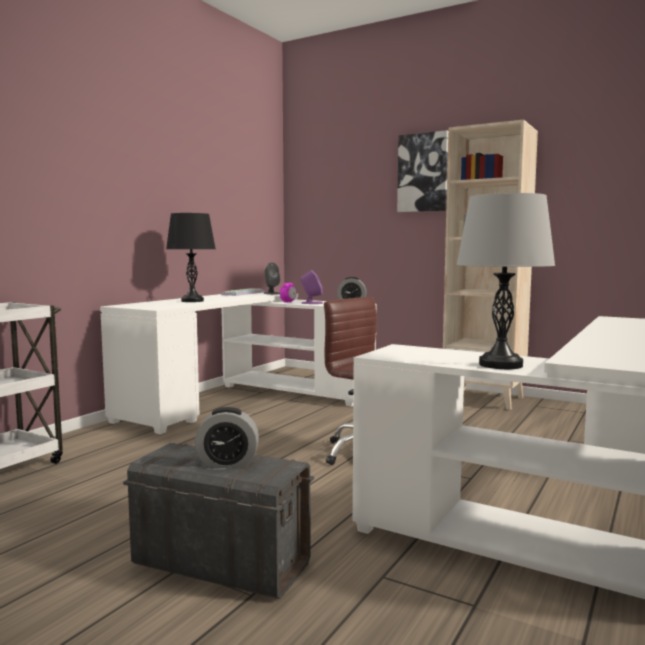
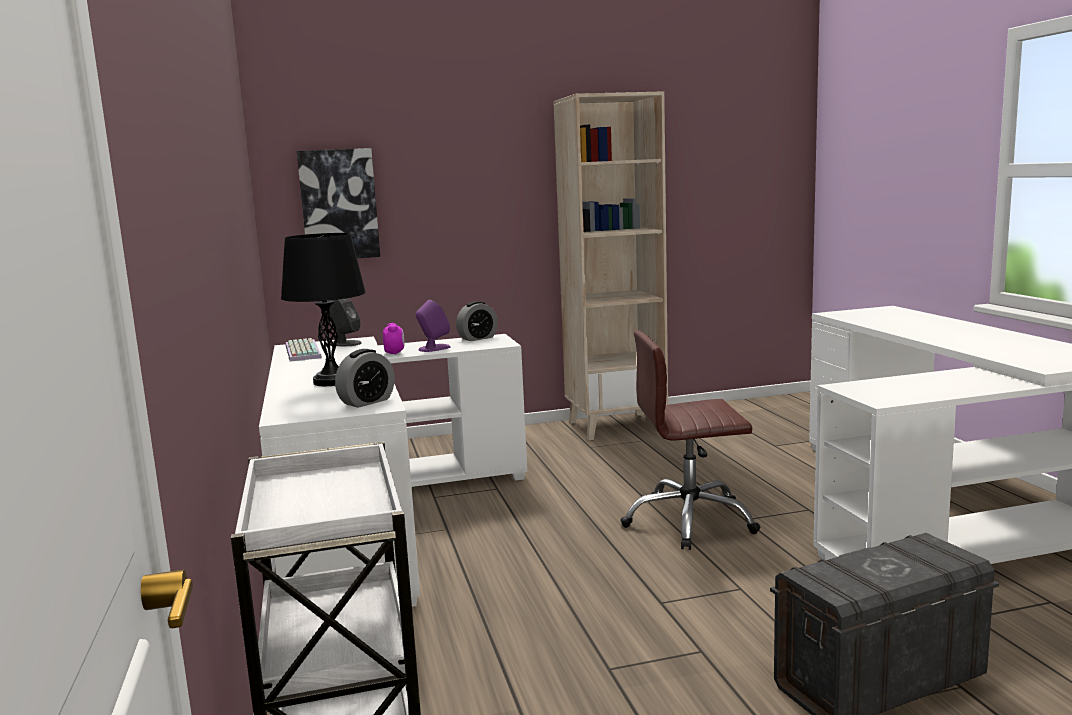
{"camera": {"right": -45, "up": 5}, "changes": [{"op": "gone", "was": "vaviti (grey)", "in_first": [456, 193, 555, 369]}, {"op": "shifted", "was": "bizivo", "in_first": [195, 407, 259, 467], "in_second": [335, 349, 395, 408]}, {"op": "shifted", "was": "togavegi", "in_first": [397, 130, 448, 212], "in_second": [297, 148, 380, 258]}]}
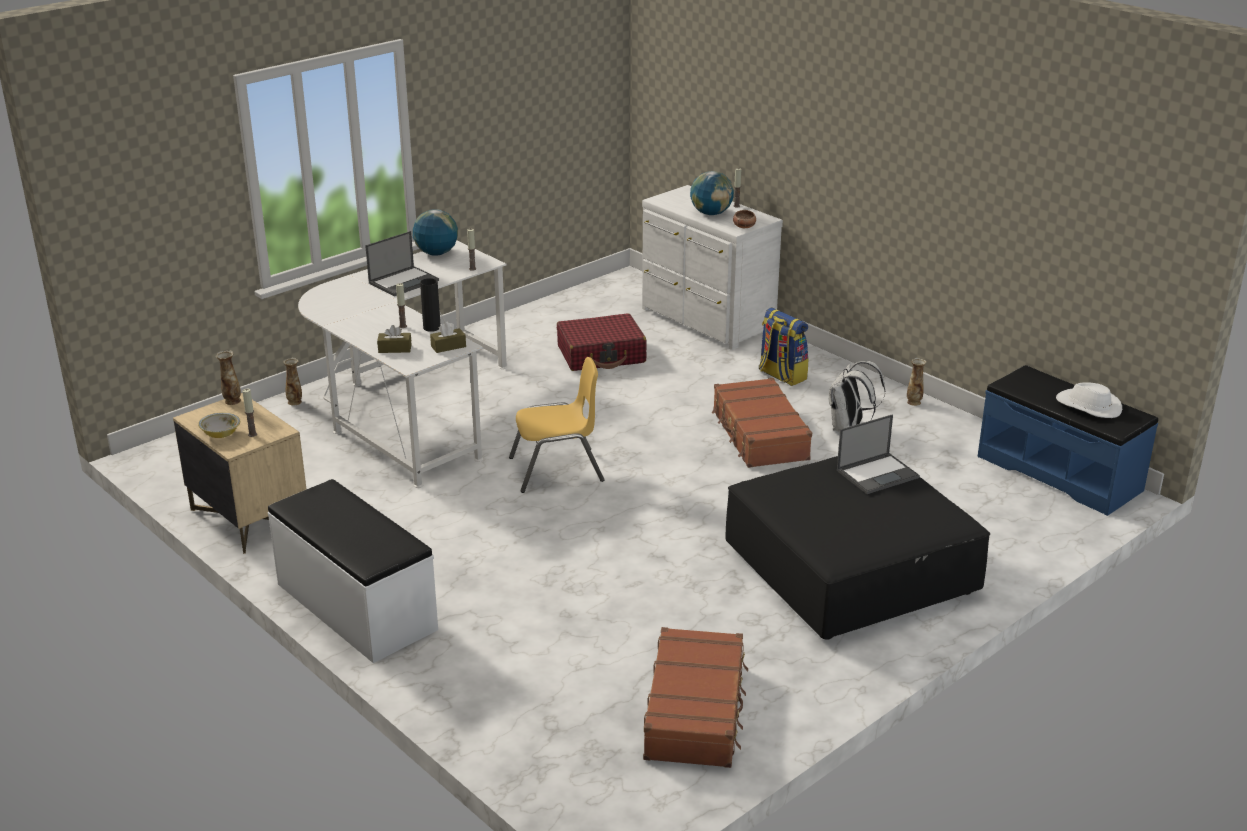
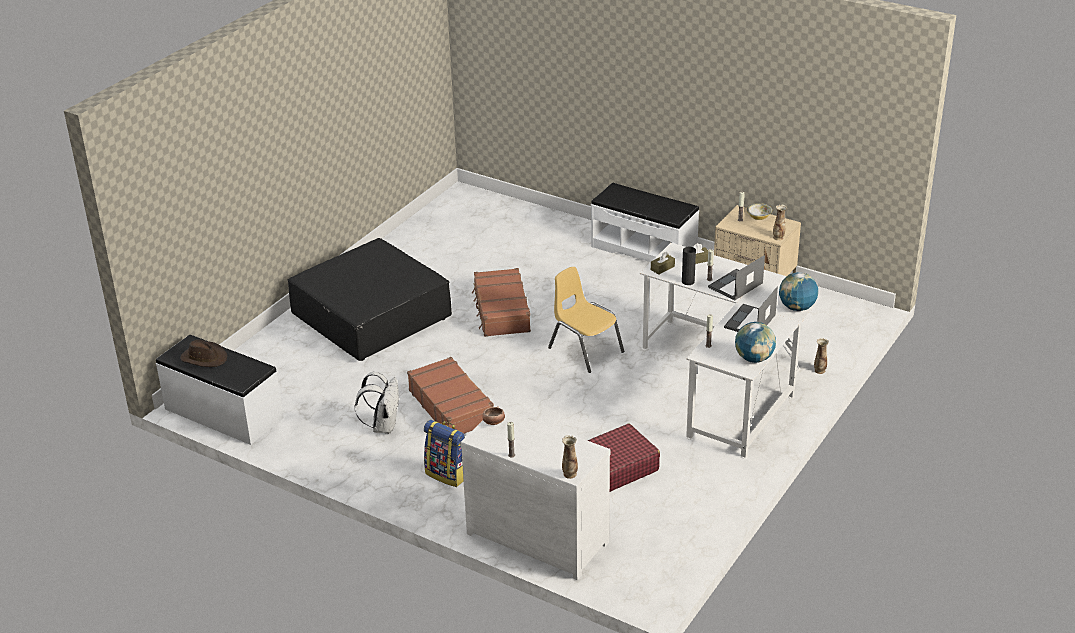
{"camera": {"right": 165, "up": 5}, "changes": [{"op": "shifted", "was": "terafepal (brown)", "in_first": [643, 627, 748, 768], "in_second": [472, 268, 531, 337]}, {"op": "shifted", "was": "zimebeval", "in_first": [690, 171, 734, 215], "in_second": [779, 272, 818, 311]}, {"op": "shifted", "was": "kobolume", "in_first": [837, 414, 920, 494], "in_second": [708, 255, 765, 301]}, {"op": "shifted", "was": "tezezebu", "in_first": [907, 358, 927, 406], "in_second": [562, 435, 578, 479]}, {"op": "repainted", "was": "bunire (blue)", "now": "bunire (white)", "in_first": [977, 365, 1158, 516], "in_second": [156, 335, 284, 445]}, {"op": "repainted", "was": "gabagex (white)", "now": "gabagex (brown)", "in_first": [1056, 382, 1122, 418], "in_second": [180, 339, 227, 367]}, {"op": "rotated", "was": "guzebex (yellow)", "in_first": [509, 357, 605, 493], "in_second": [548, 267, 624, 373], "clockwise": 75}]}
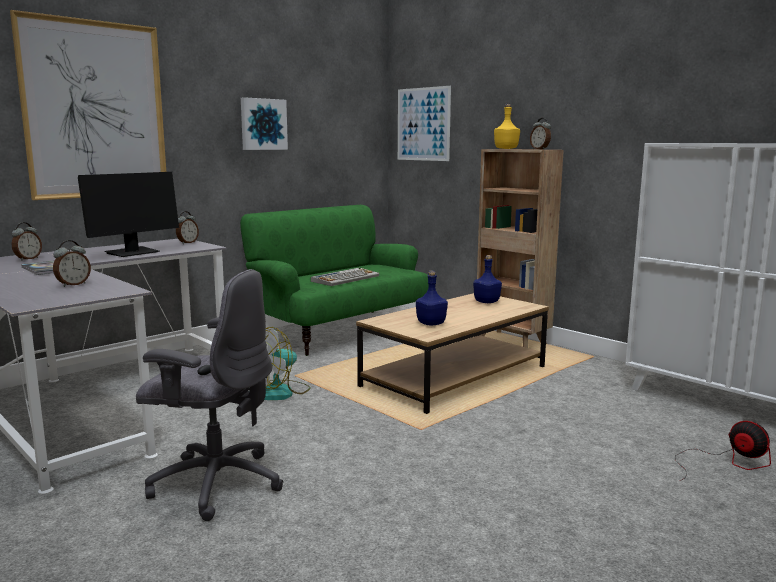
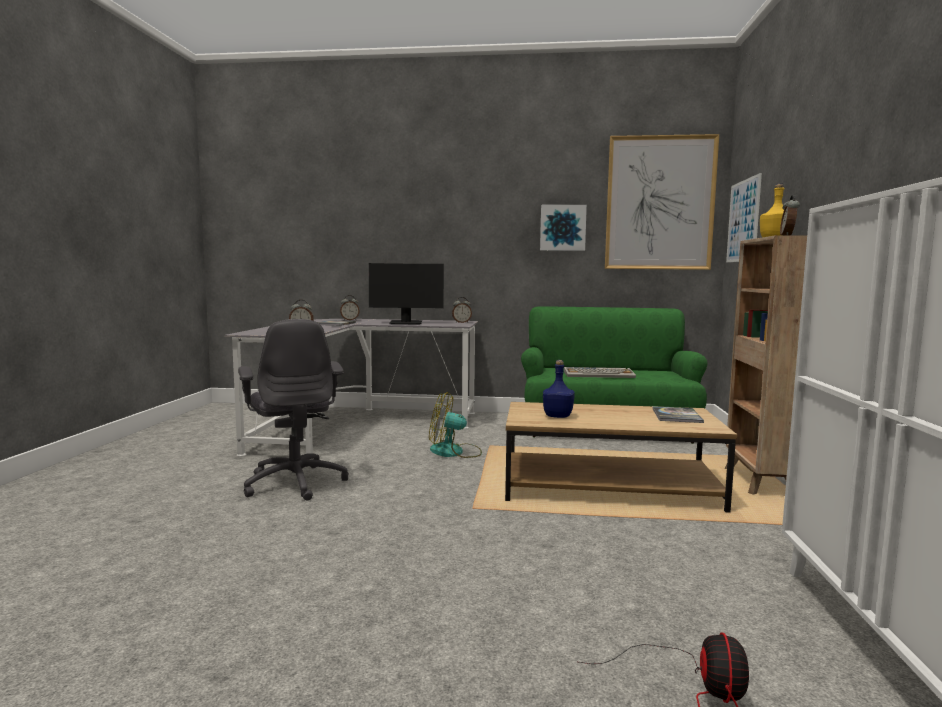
{"camera": {"right": 50, "up": -5}, "changes": [{"op": "shifted", "was": "togavegi", "in_first": [10, 10, 166, 200], "in_second": [605, 134, 719, 270]}, {"op": "swapped", "was": "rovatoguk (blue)", "now": "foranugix", "in_first": [473, 255, 502, 303], "in_second": [653, 406, 704, 423]}]}
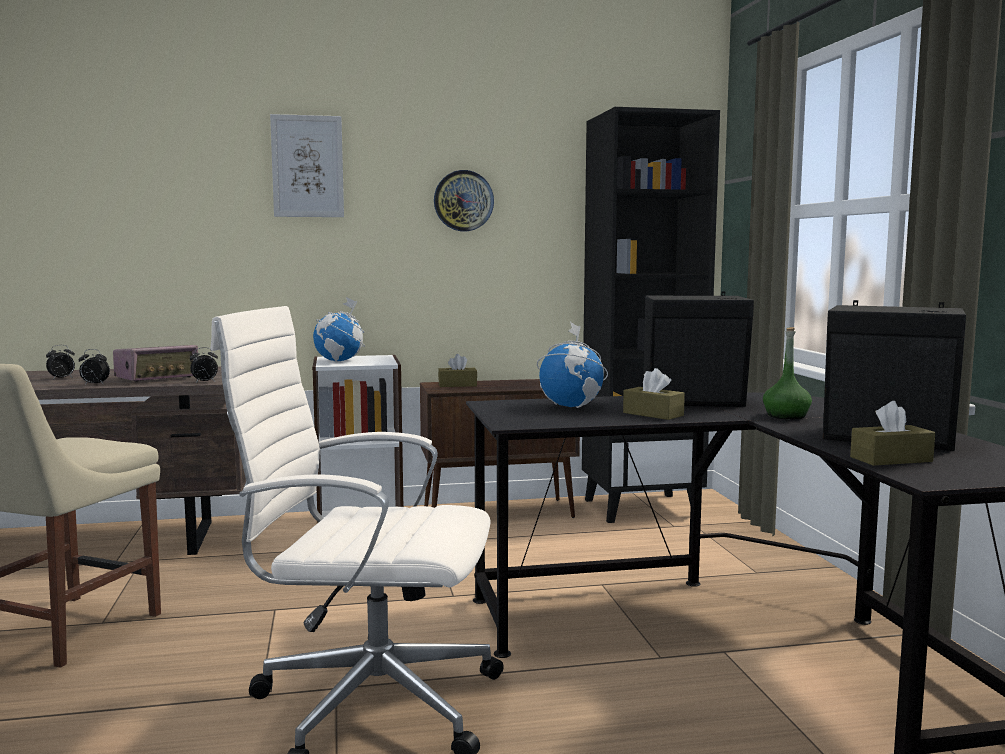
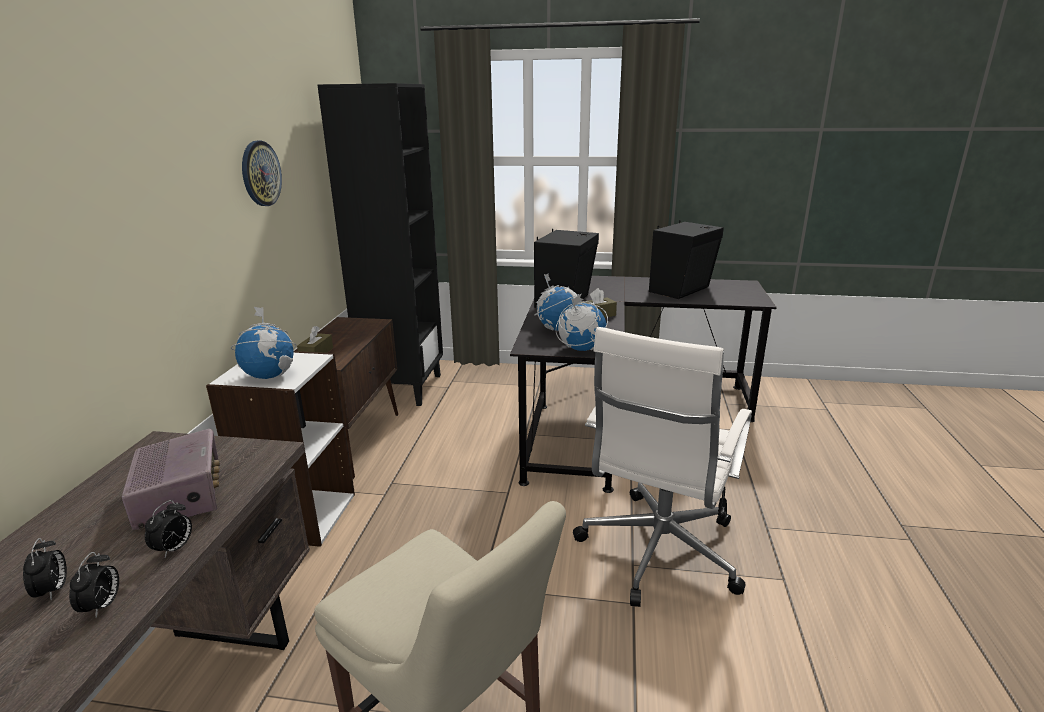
{"camera": {"right": -70, "up": 15}, "changes": [{"op": "gone", "was": "togavegi", "in_first": [270, 114, 344, 217]}, {"op": "gone", "was": "rovatoguk (green)", "in_first": [763, 327, 812, 420]}, {"op": "gone", "was": "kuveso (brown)", "in_first": [850, 401, 935, 466]}, {"op": "new", "now": "zimebeval", "in_second": [556, 293, 608, 351]}, {"op": "shifted", "was": "bizivo", "in_first": [190, 347, 218, 383], "in_second": [69, 552, 119, 618]}]}
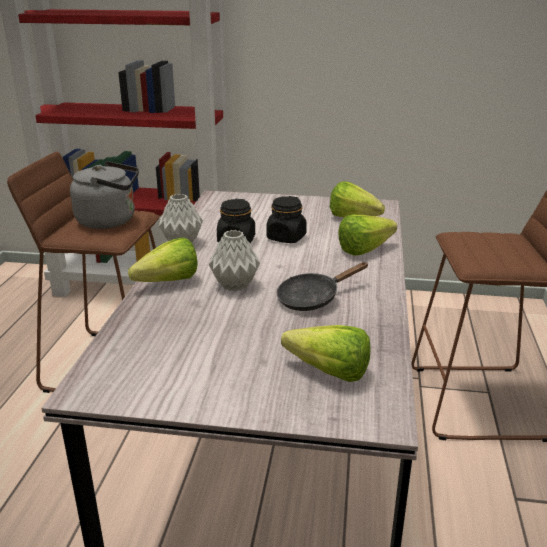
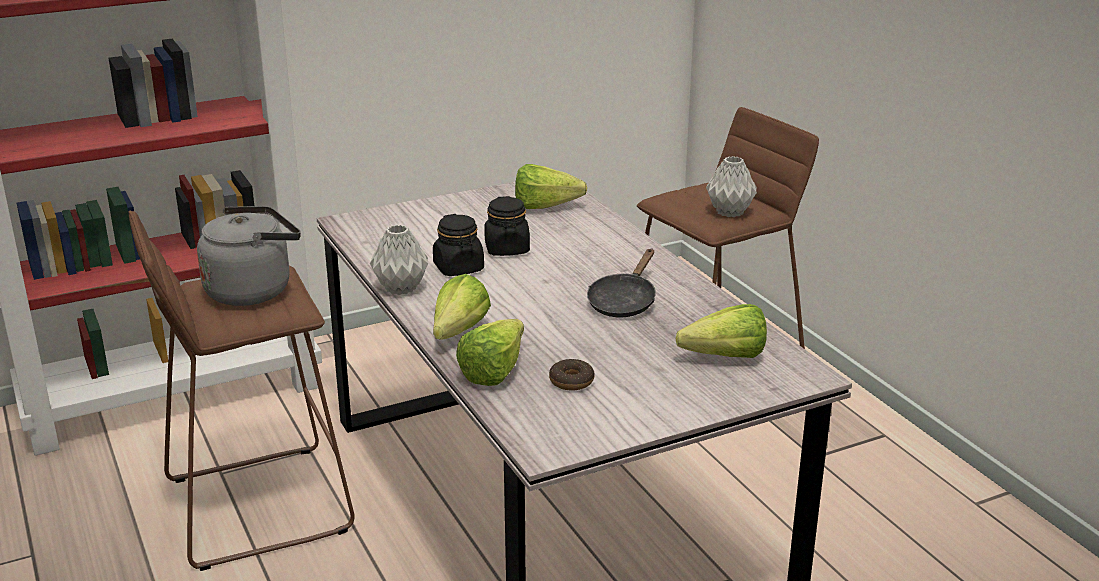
{"camera": {"right": -35, "up": 0}, "changes": [{"op": "new", "now": "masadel", "in_second": [549, 359, 595, 391]}, {"op": "shifted", "was": "tezezebu (grey)", "in_first": [209, 230, 260, 292], "in_second": [706, 156, 757, 217]}, {"op": "shifted", "was": "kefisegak", "in_first": [338, 215, 397, 256], "in_second": [456, 319, 524, 386]}]}
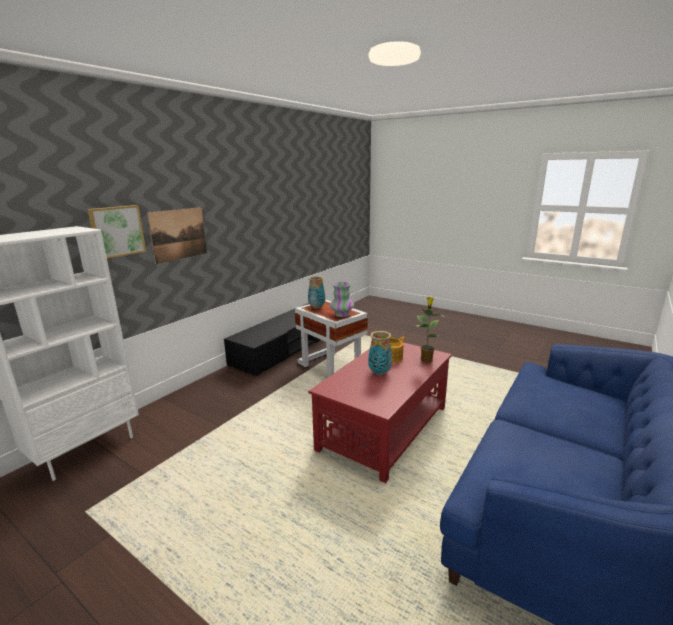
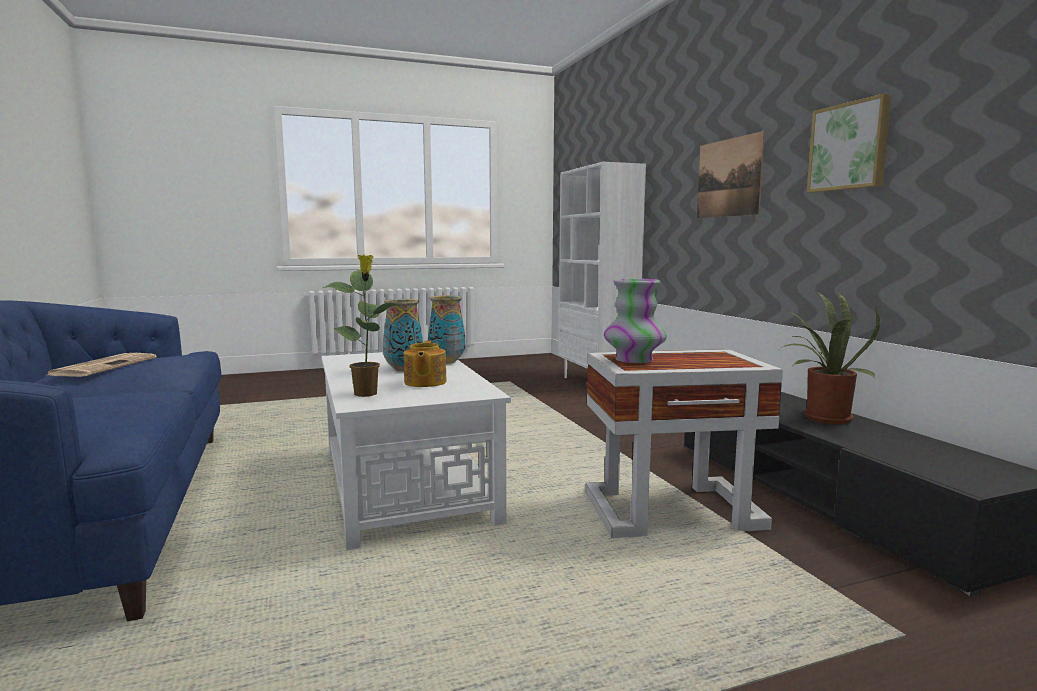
{"camera": {"right": 125, "up": -10}, "changes": [{"op": "new", "now": "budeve", "in_second": [44, 353, 157, 377]}, {"op": "new", "now": "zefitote", "in_second": [781, 291, 880, 424]}, {"op": "shifted", "was": "togavegi", "in_first": [87, 205, 146, 258], "in_second": [807, 93, 892, 193]}, {"op": "shifted", "was": "tezezebu", "in_first": [308, 276, 325, 309], "in_second": [428, 295, 465, 364]}, {"op": "repainted", "was": "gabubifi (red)", "now": "gabubifi (white)", "in_first": [309, 342, 452, 483], "in_second": [321, 352, 511, 550]}]}
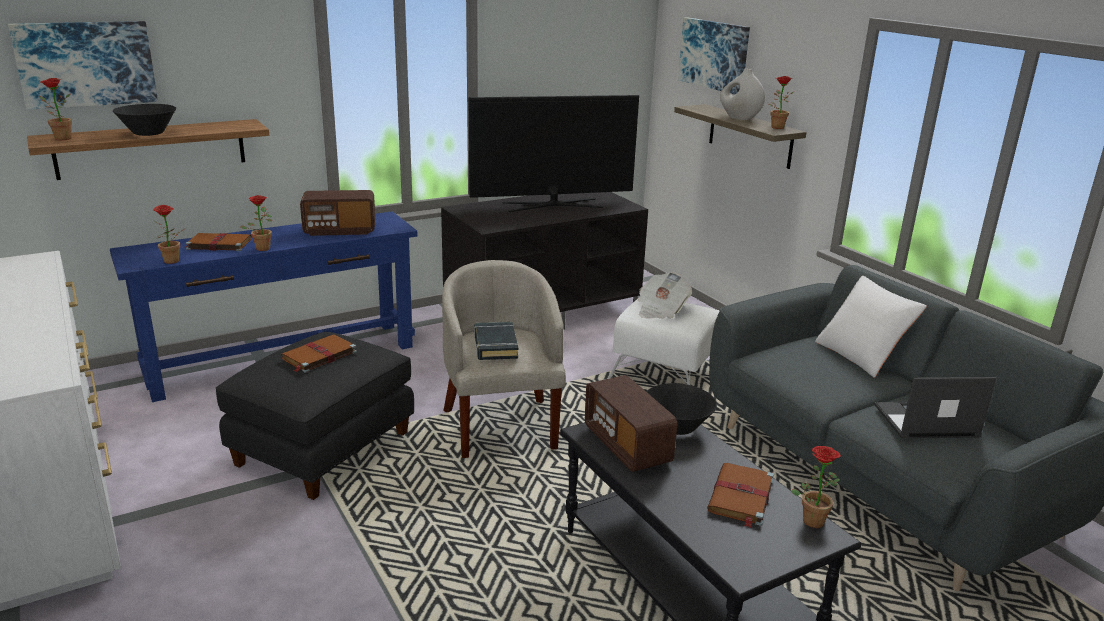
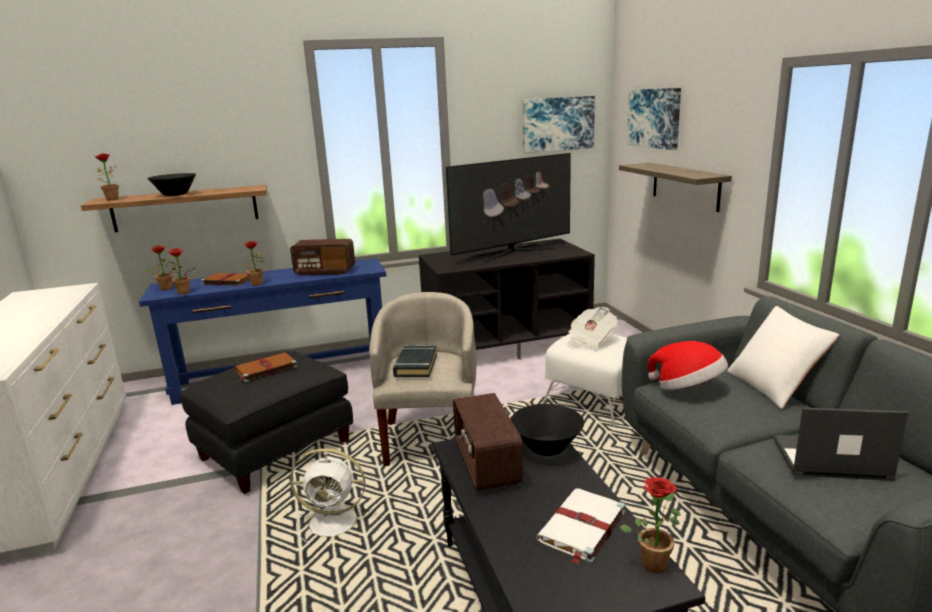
{"camera": {"right": 15, "up": -5}, "changes": [{"op": "gone", "was": "tezezebu (white)", "in_first": [720, 69, 765, 120]}, {"op": "new", "now": "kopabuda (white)", "in_second": [290, 448, 365, 543]}, {"op": "new", "now": "gabagex", "in_second": [647, 341, 728, 390]}, {"op": "shifted", "was": "togavegi", "in_first": [8, 21, 158, 110], "in_second": [522, 96, 595, 153]}, {"op": "shifted", "was": "zefitote", "in_first": [768, 76, 794, 129], "in_second": [144, 246, 175, 290]}, {"op": "repainted", "was": "foranugix (brown)", "now": "foranugix (white)", "in_first": [707, 463, 774, 528], "in_second": [536, 489, 625, 565]}, {"op": "rotated", "was": "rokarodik", "in_first": [469, 95, 639, 212], "in_second": [446, 153, 571, 262], "clockwise": 150}]}
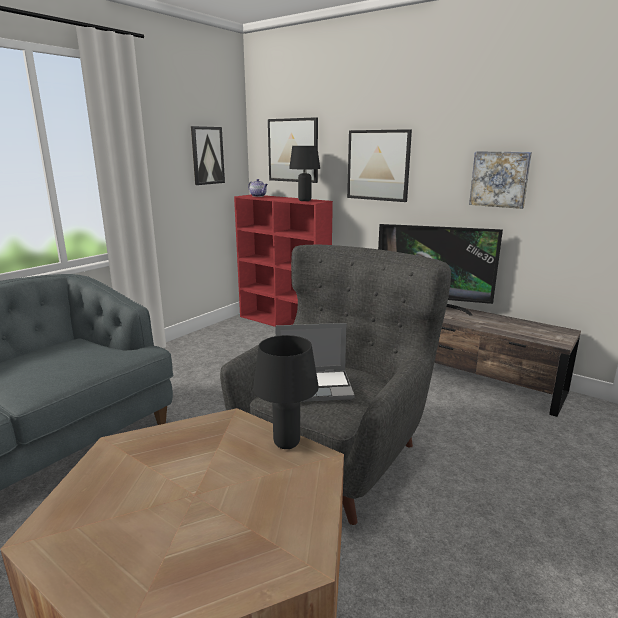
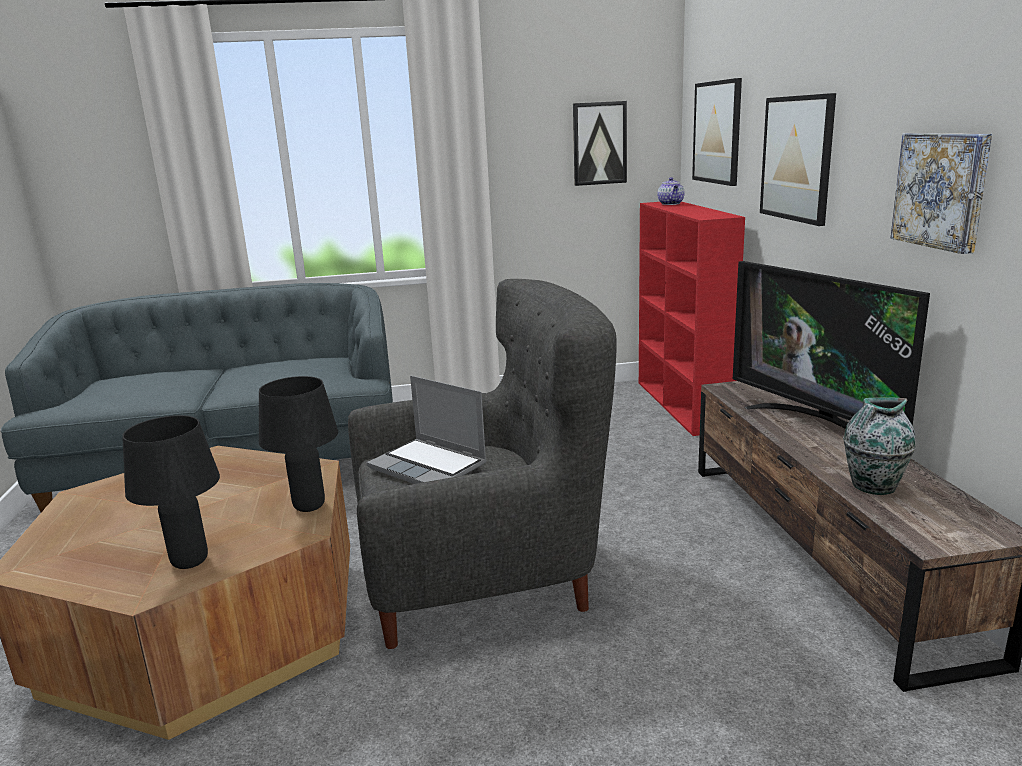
{"camera": {"right": 45, "up": 0}, "changes": [{"op": "new", "now": "tezezebu", "in_second": [843, 397, 916, 495]}, {"op": "shifted", "was": "vaviti (black)", "in_first": [289, 146, 320, 201], "in_second": [122, 415, 220, 569]}]}
